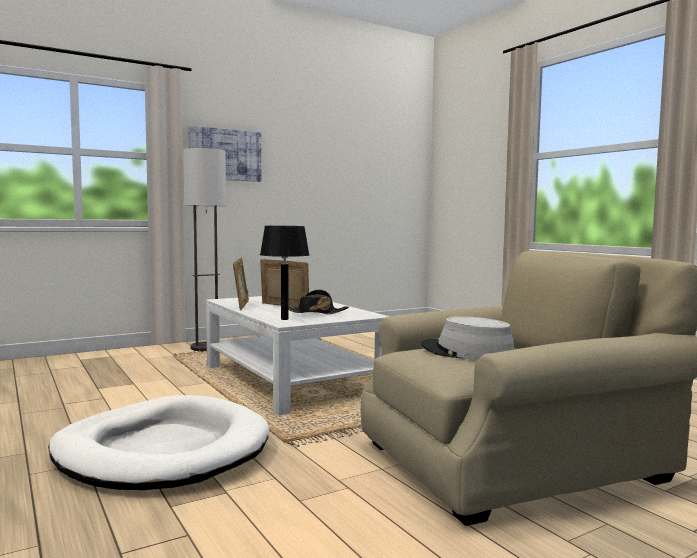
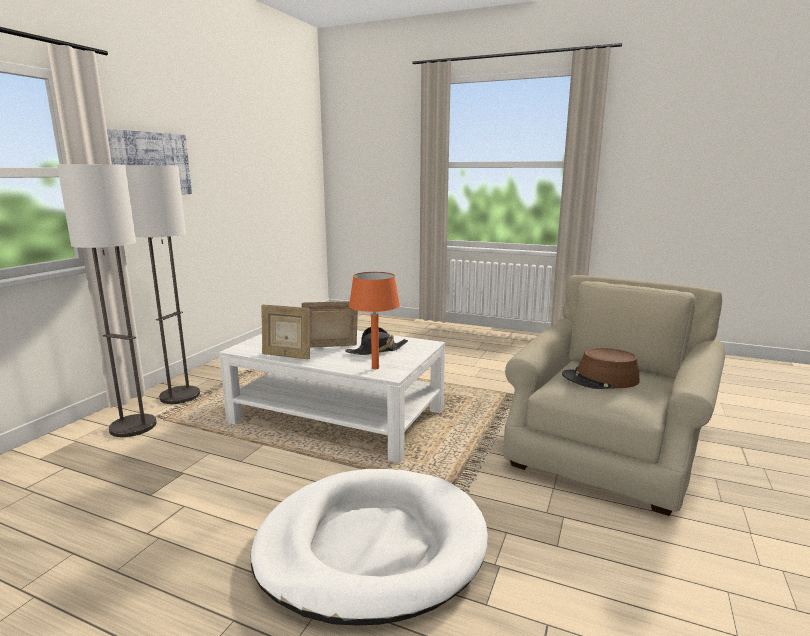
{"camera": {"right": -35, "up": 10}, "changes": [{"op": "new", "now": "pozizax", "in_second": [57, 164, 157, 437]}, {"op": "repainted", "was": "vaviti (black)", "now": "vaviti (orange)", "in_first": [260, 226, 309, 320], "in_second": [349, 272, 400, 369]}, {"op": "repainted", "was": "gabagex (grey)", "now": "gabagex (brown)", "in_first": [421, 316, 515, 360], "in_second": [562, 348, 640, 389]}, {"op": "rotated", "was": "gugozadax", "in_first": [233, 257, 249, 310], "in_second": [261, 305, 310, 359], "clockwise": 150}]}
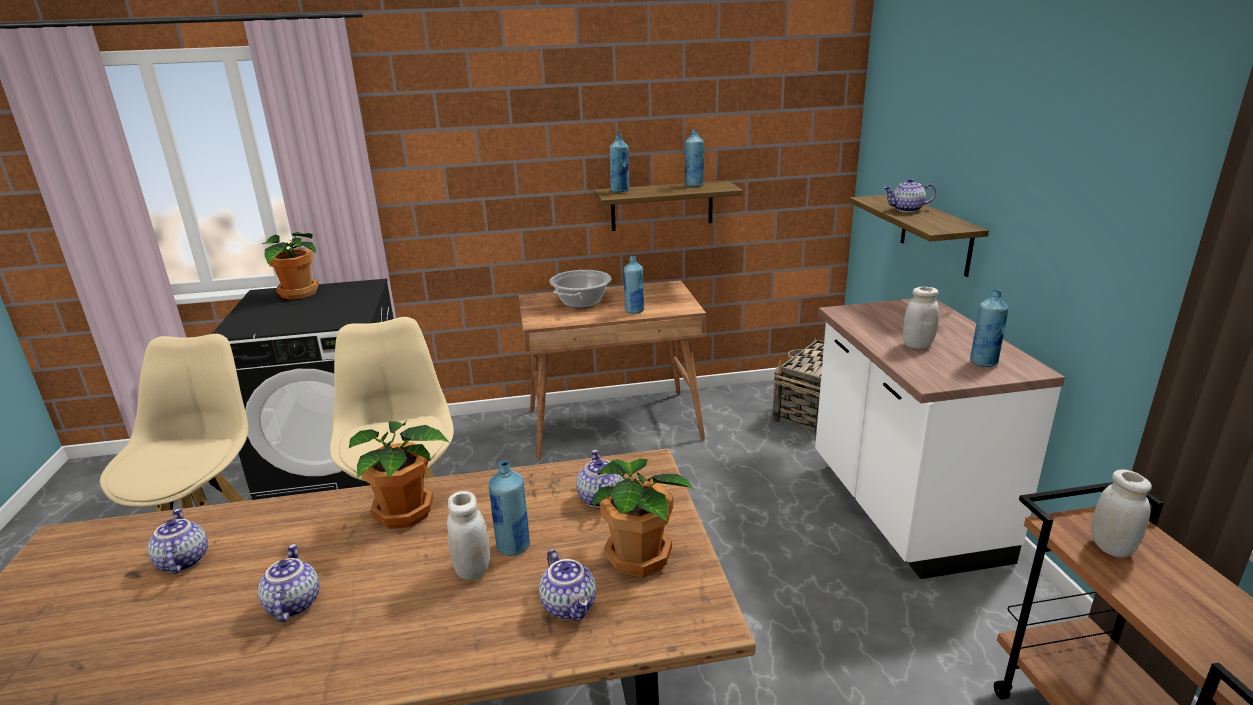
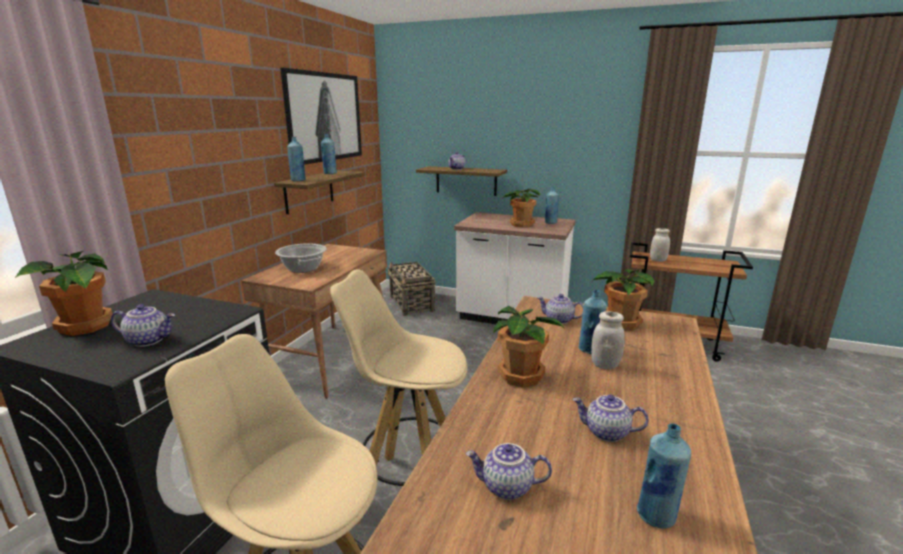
{"camera": {"right": -60, "up": -5}, "changes": [{"op": "new", "now": "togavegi", "in_second": [280, 67, 362, 165]}, {"op": "shifted", "was": "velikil", "in_first": [539, 549, 596, 621], "in_second": [111, 304, 175, 347]}, {"op": "shifted", "was": "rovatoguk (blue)", "in_first": [624, 256, 644, 314], "in_second": [637, 423, 691, 529]}, {"op": "swapped", "was": "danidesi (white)", "now": "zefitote", "in_first": [903, 287, 939, 349], "in_second": [503, 188, 540, 228]}]}
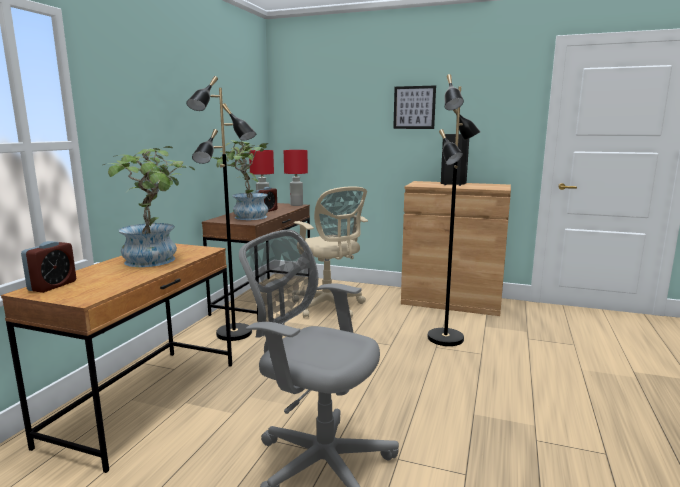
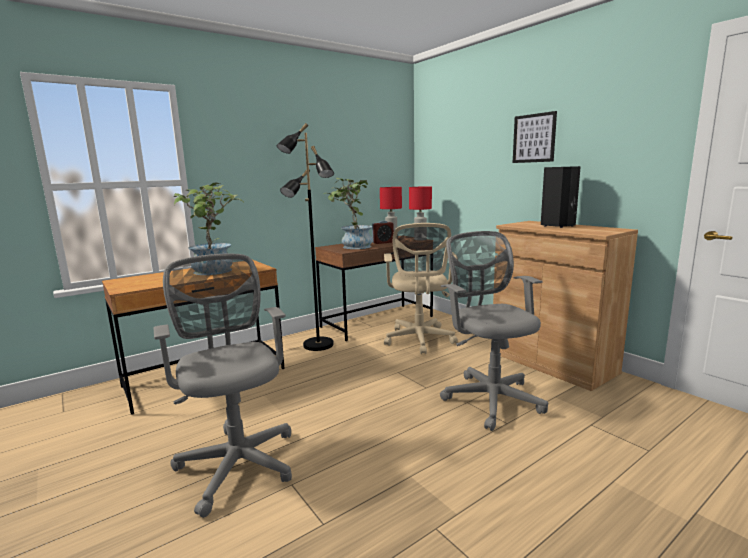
{"camera": {"right": 35, "up": 0}, "changes": [{"op": "gone", "was": "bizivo", "in_first": [21, 241, 76, 293]}, {"op": "swapped", "was": "pozizax (black)", "now": "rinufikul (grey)", "in_first": [428, 74, 480, 346], "in_second": [440, 231, 548, 431]}]}
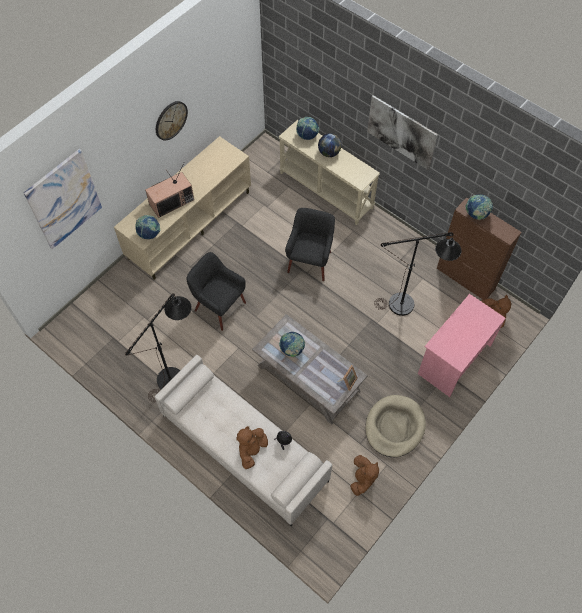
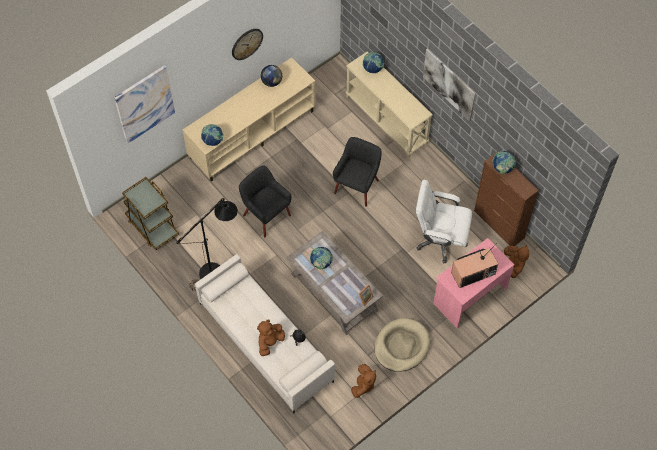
{"camera": {"right": 10, "up": 0}, "changes": [{"op": "new", "now": "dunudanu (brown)", "in_second": [122, 177, 179, 250]}, {"op": "shifted", "was": "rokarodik", "in_first": [145, 163, 194, 218], "in_second": [451, 243, 498, 288]}, {"op": "shifted", "was": "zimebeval", "in_first": [318, 133, 341, 157], "in_second": [261, 65, 282, 87]}, {"op": "swapped", "was": "pozizax (black)", "now": "rinufikul (white)", "in_first": [374, 232, 462, 316], "in_second": [416, 180, 472, 263]}]}
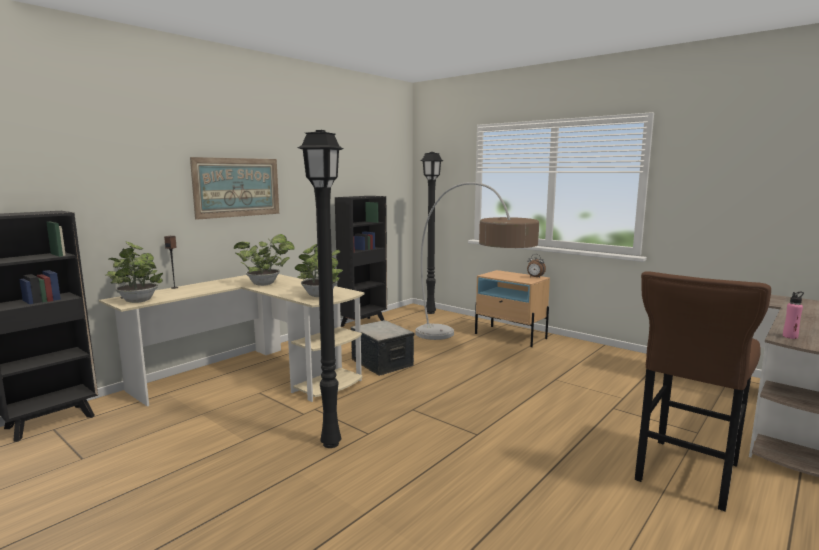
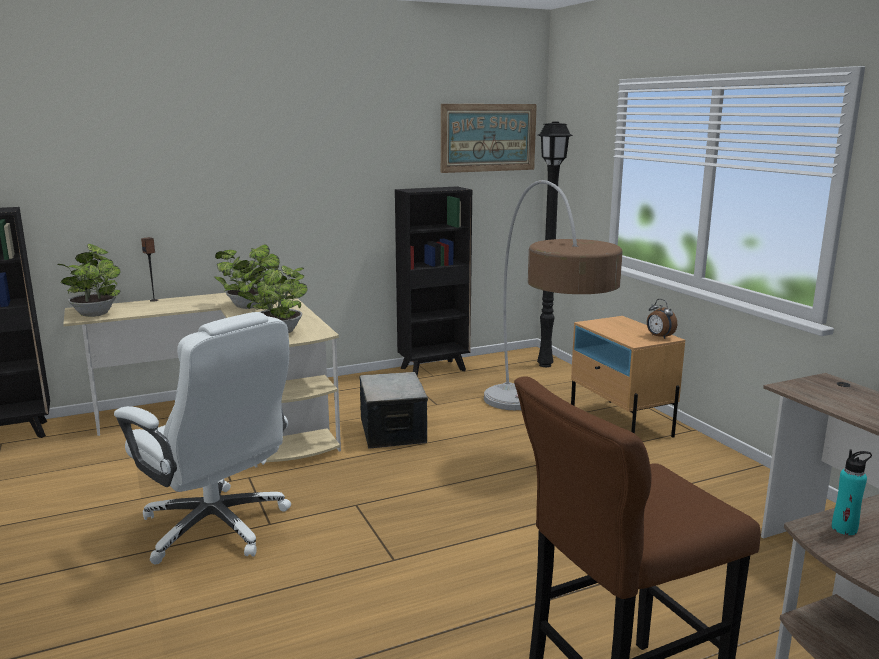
{"camera": {"right": 25, "up": 5}, "changes": [{"op": "shifted", "was": "togavegi", "in_first": [190, 157, 279, 220], "in_second": [441, 104, 537, 173]}, {"op": "swapped", "was": "pozizax (black)", "now": "rinufikul (white)", "in_first": [297, 130, 343, 448], "in_second": [114, 312, 291, 564]}, {"op": "repainted", "was": "rovatoguk (pink)", "now": "rovatoguk (turquoise)", "in_first": [783, 292, 804, 339], "in_second": [832, 450, 872, 535]}]}
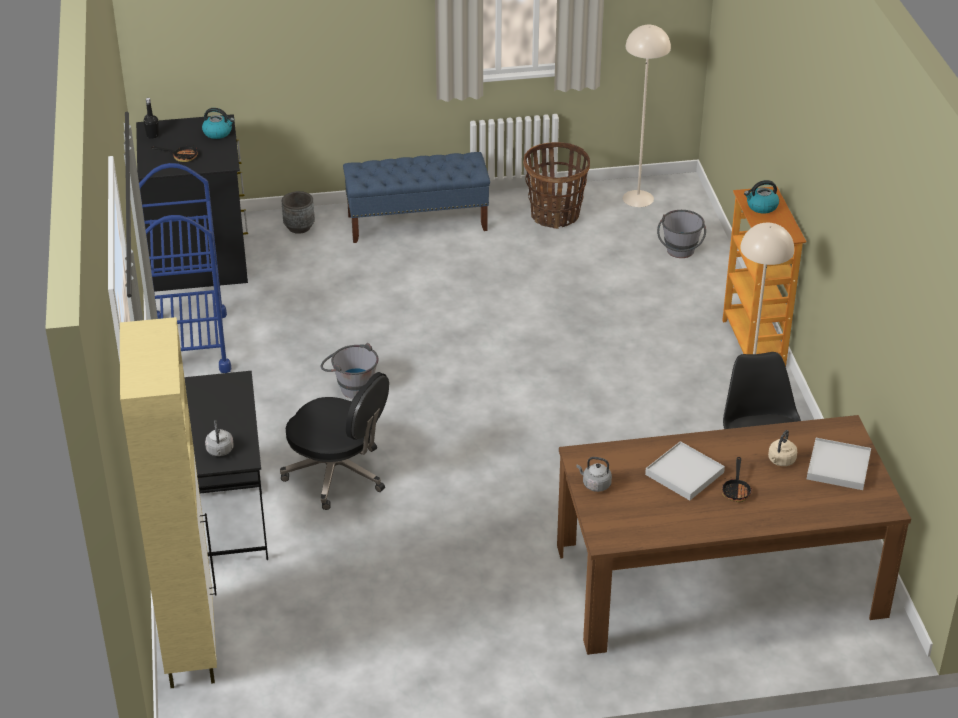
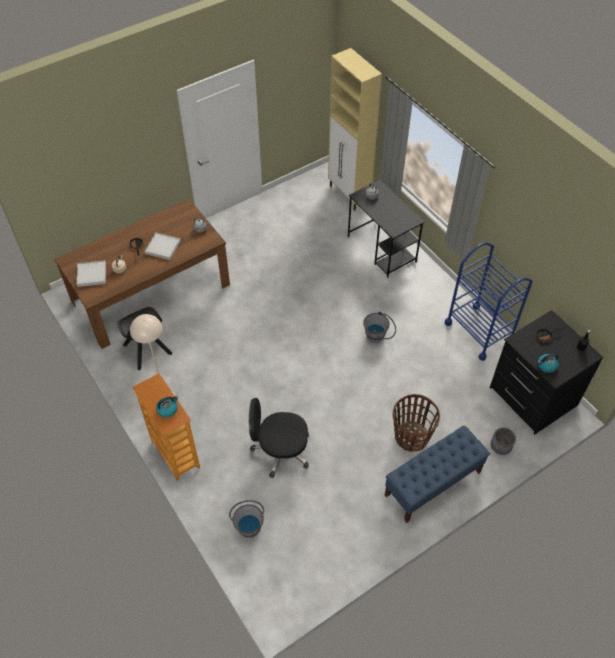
{"camera": {"right": 155, "up": 15}, "changes": [{"op": "gone", "was": "pozizax (beige)", "in_first": [623, 25, 671, 207]}, {"op": "shifted", "was": "rinufikul (black)", "in_first": [280, 372, 389, 510], "in_second": [249, 398, 309, 478]}, {"op": "shifted", "was": "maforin", "in_first": [523, 142, 590, 229], "in_second": [393, 394, 440, 452]}]}
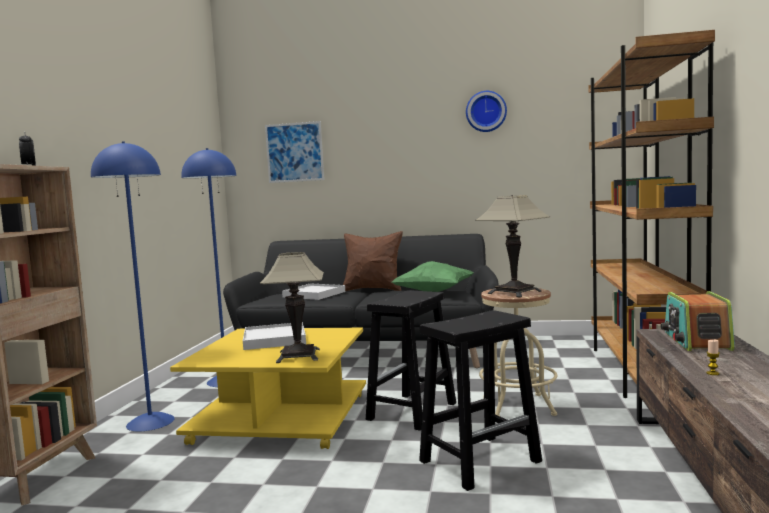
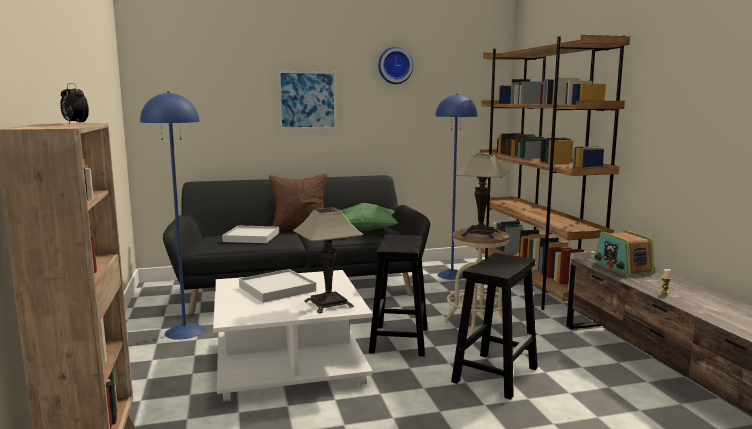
{"camera": {"right": -25, "up": 5}, "changes": [{"op": "shifted", "was": "pozizax (blue)", "in_first": [91, 141, 175, 432], "in_second": [435, 94, 477, 280]}, {"op": "shifted", "was": "togavegi", "in_first": [265, 121, 324, 183], "in_second": [278, 71, 336, 129]}, {"op": "repainted", "was": "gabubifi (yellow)", "now": "gabubifi (white)", "in_first": [170, 328, 366, 449], "in_second": [213, 270, 373, 402]}]}
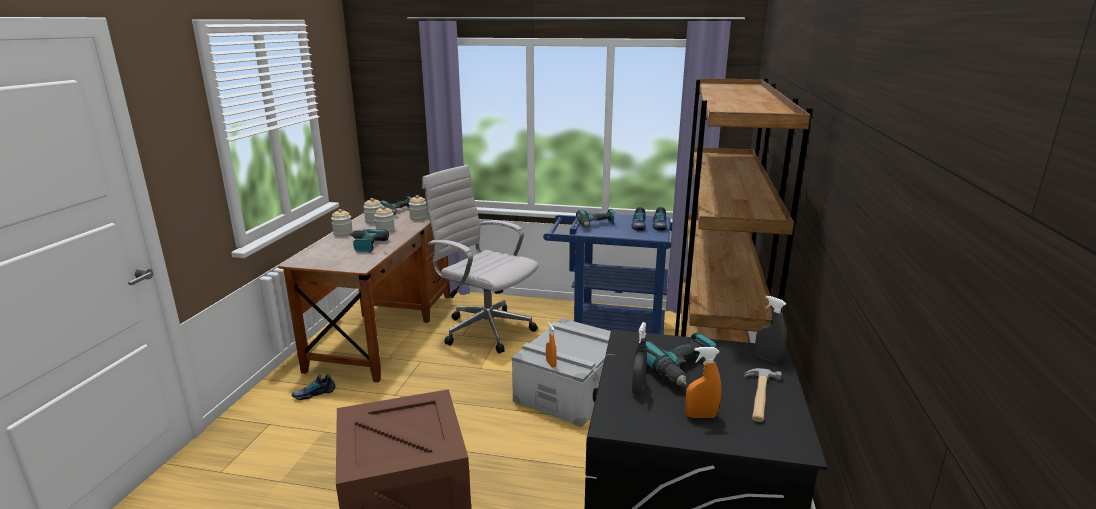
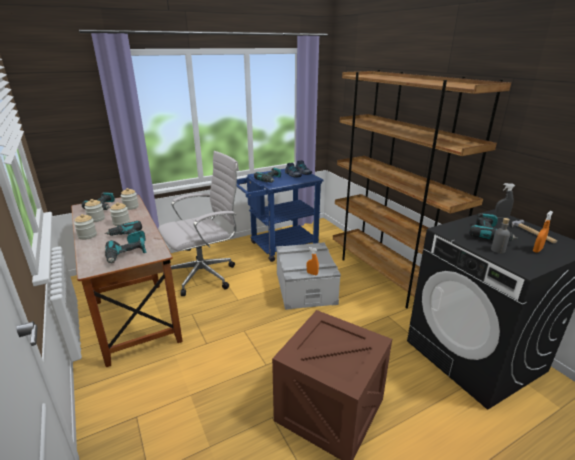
{"camera": {"right": -40, "up": 5}, "changes": [{"op": "gone", "was": "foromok", "in_first": [292, 374, 336, 400]}, {"op": "new", "now": "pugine", "in_second": [105, 237, 147, 263]}, {"op": "swapped", "was": "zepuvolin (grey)", "now": "rovatoguk (grey)", "in_first": [632, 322, 647, 395], "in_second": [491, 218, 510, 253]}, {"op": "rotated", "was": "rinufikul (white)", "in_first": [422, 165, 539, 353], "in_second": [158, 151, 239, 296], "clockwise": 150}]}
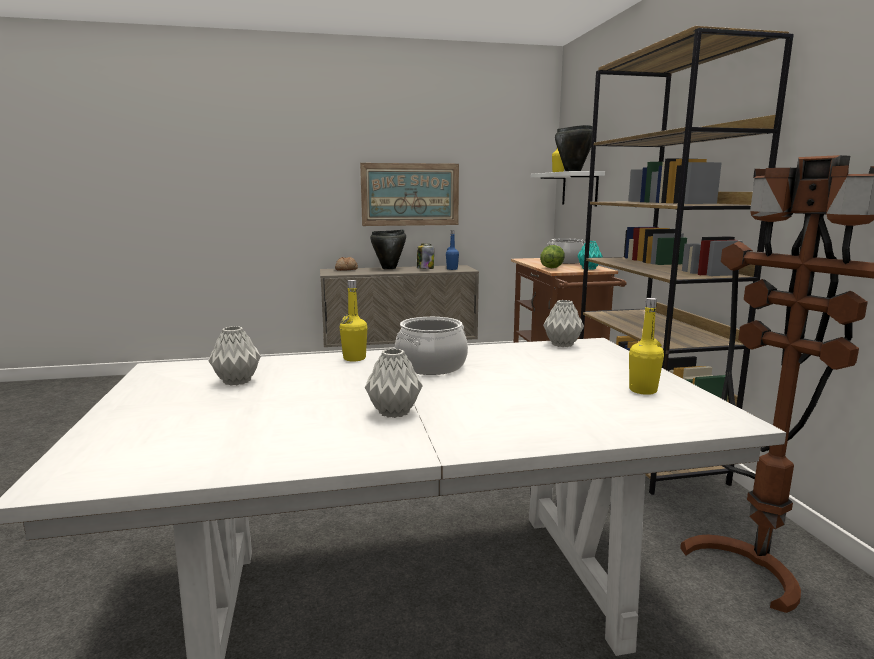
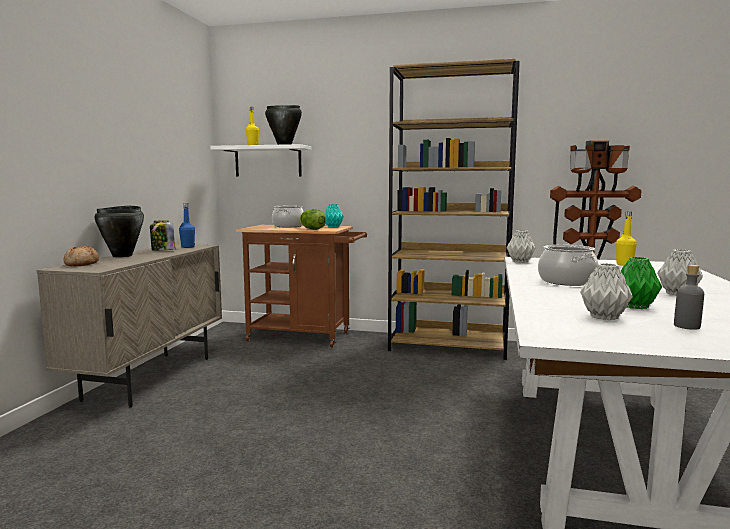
{"camera": {"right": -65, "up": -5}, "changes": [{"op": "gone", "was": "rovatoguk (yellow)", "in_first": [340, 280, 367, 362]}, {"op": "gone", "was": "togavegi", "in_first": [360, 163, 459, 226]}, {"op": "new", "now": "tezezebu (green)", "in_second": [621, 257, 662, 309]}, {"op": "new", "now": "rovatoguk (grey)", "in_second": [674, 265, 704, 330]}]}
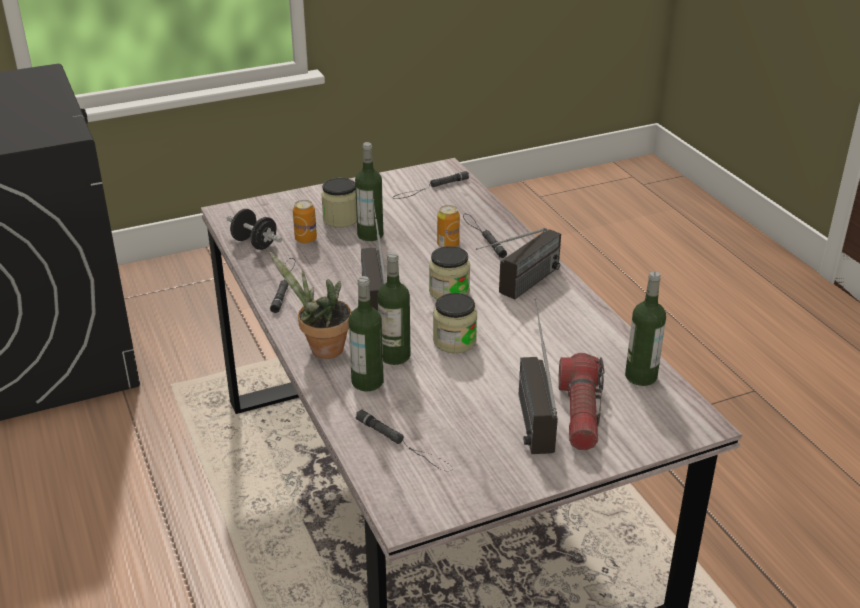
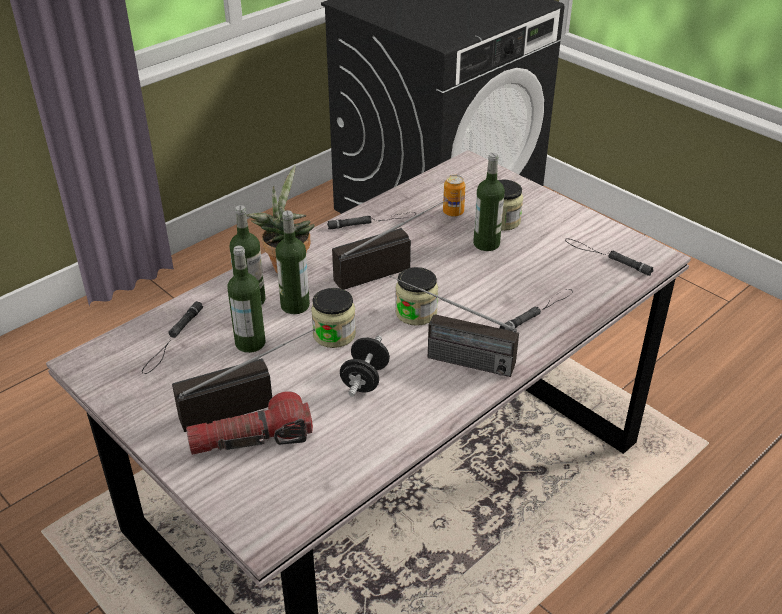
{"camera": {"right": 70, "up": 5}, "changes": [{"op": "gone", "was": "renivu", "in_first": [437, 205, 460, 247]}, {"op": "shifted", "was": "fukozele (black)", "in_first": [227, 209, 282, 250], "in_second": [340, 335, 390, 397]}, {"op": "shifted", "was": "rovatoguk", "in_first": [625, 271, 666, 386], "in_second": [227, 246, 266, 353]}]}
